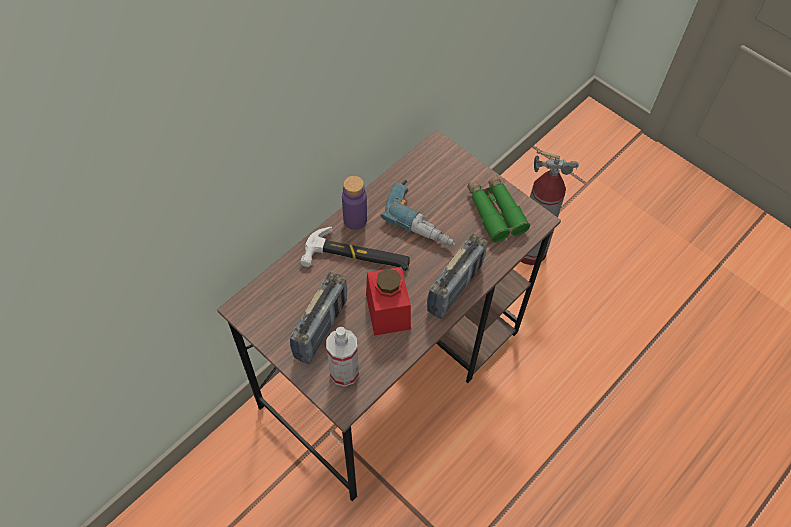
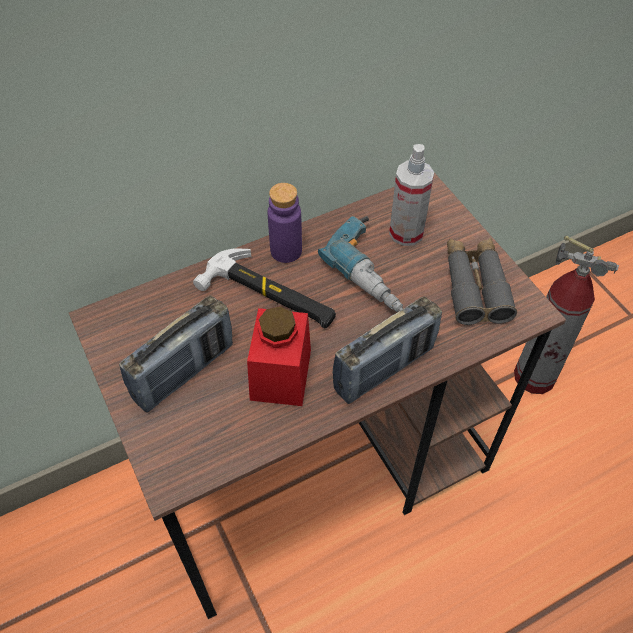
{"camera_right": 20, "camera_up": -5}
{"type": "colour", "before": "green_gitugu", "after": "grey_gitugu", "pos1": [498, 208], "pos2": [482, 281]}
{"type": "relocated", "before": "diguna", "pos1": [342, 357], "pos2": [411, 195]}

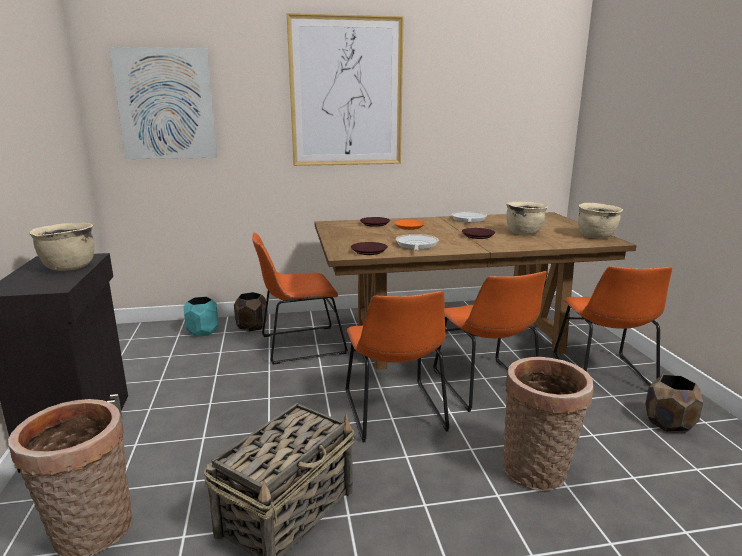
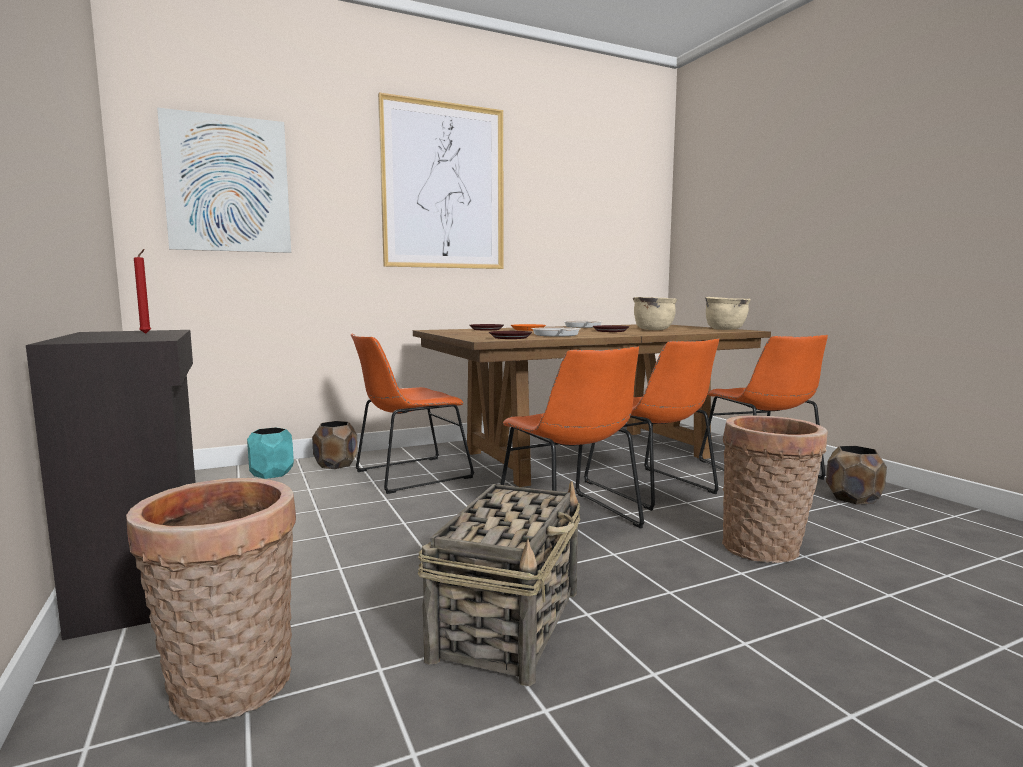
{"camera_right": -15, "camera_up": -10}
{"type": "exchanged", "before": "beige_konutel", "after": "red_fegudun", "pos1": [62, 247], "pos2": [142, 291]}

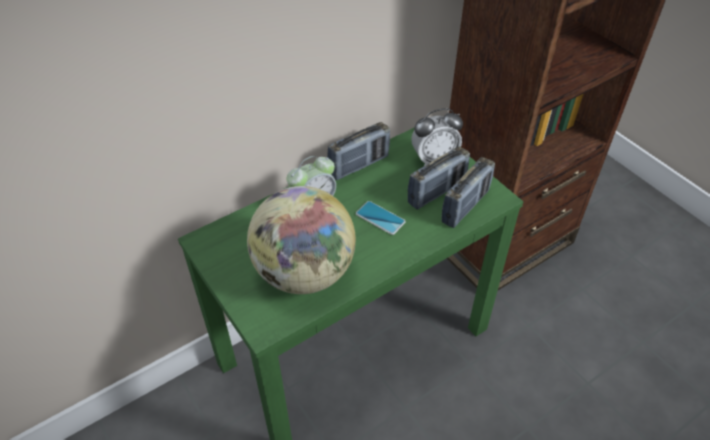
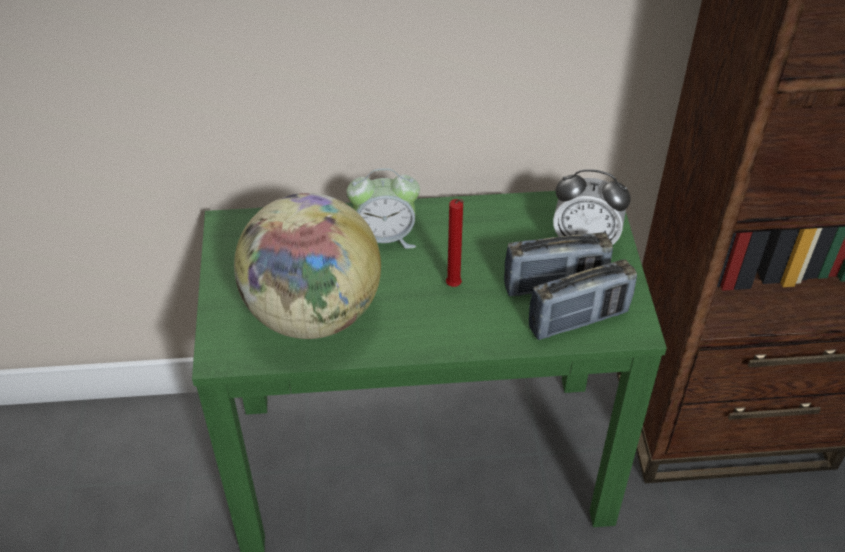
{"camera_right": 30, "camera_up": 0}
{"type": "missing", "before": "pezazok", "pos1": [358, 151]}
{"type": "exchanged", "before": "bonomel", "after": "red_fegudun", "pos1": [381, 218], "pos2": [455, 243]}

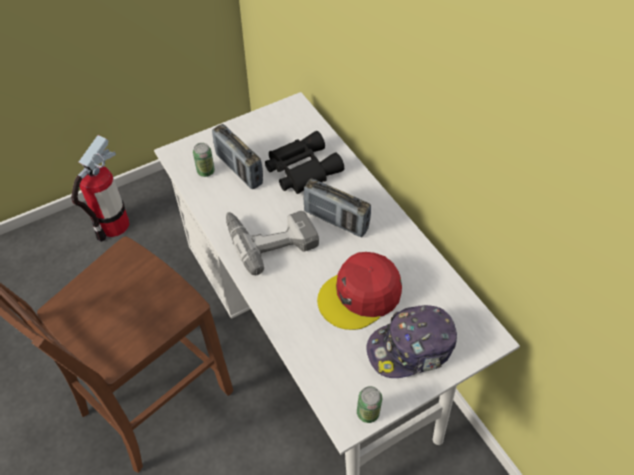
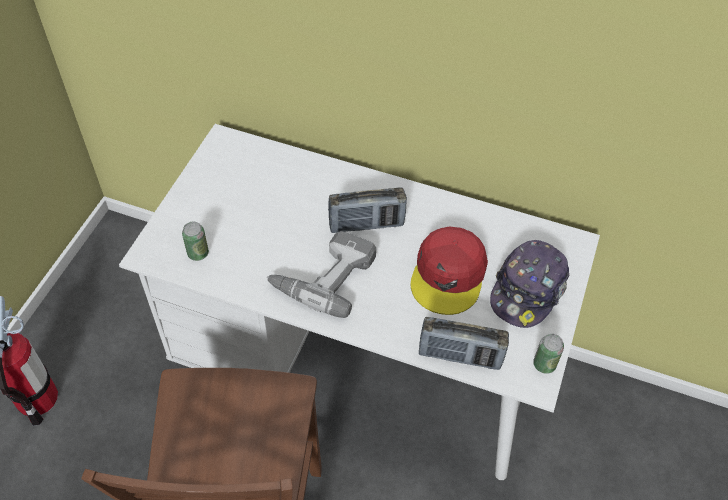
{"camera_right": -40, "camera_up": 0}
{"type": "relocated", "before": "pezazok", "pos1": [237, 156], "pos2": [464, 343]}
{"type": "missing", "before": "black_gitugu", "pos1": [304, 162]}

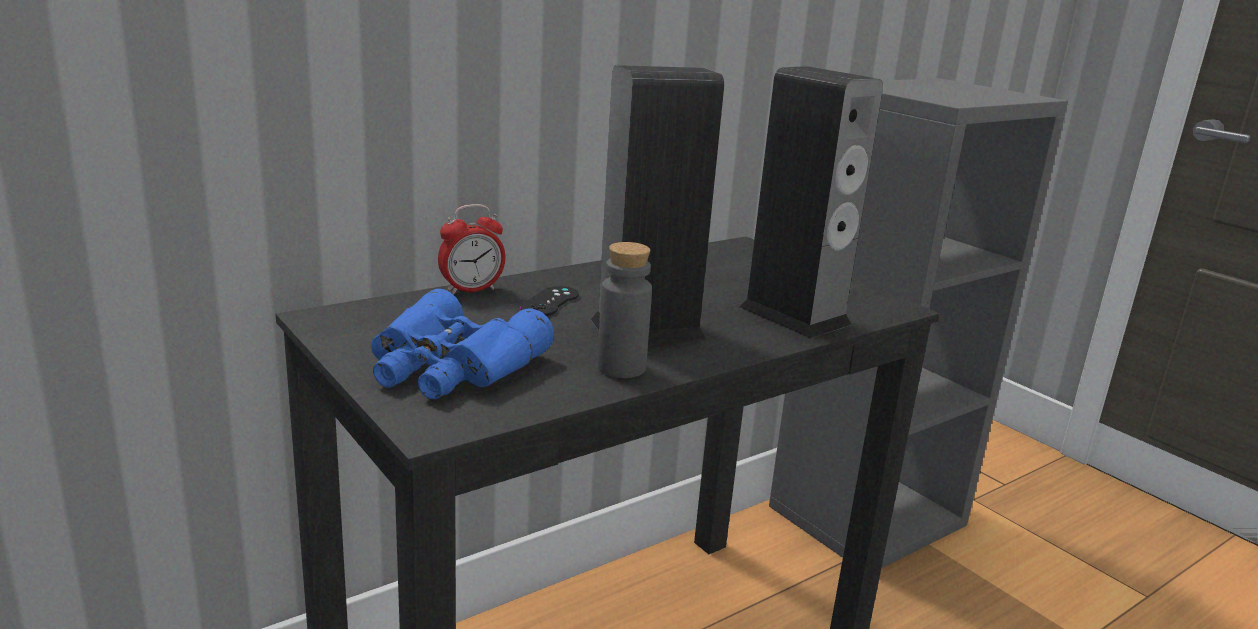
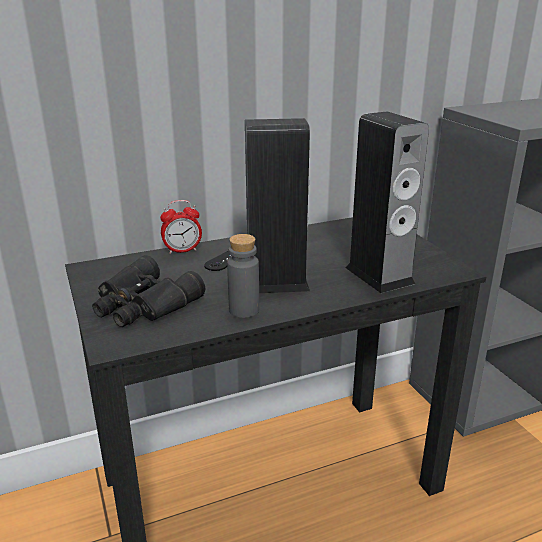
{"camera_right": 15, "camera_up": 5}
{"type": "colour", "before": "blue_gitugu", "after": "black_gitugu", "pos1": [462, 344], "pos2": [148, 291]}

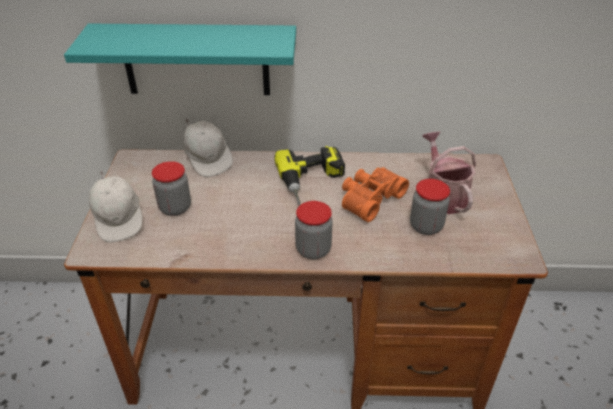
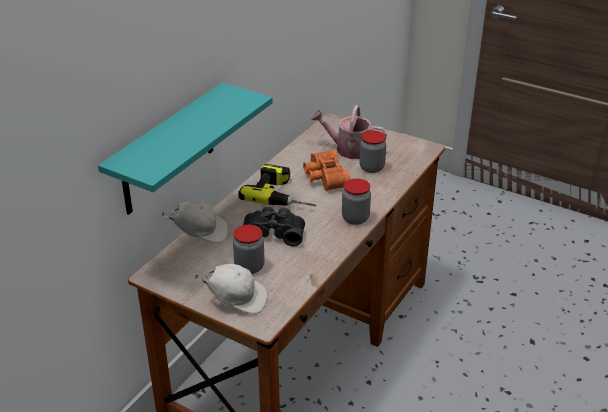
{"camera_right": -60, "camera_up": -5}
{"type": "appeared", "after": "black_gitugu", "pos2": [274, 226]}

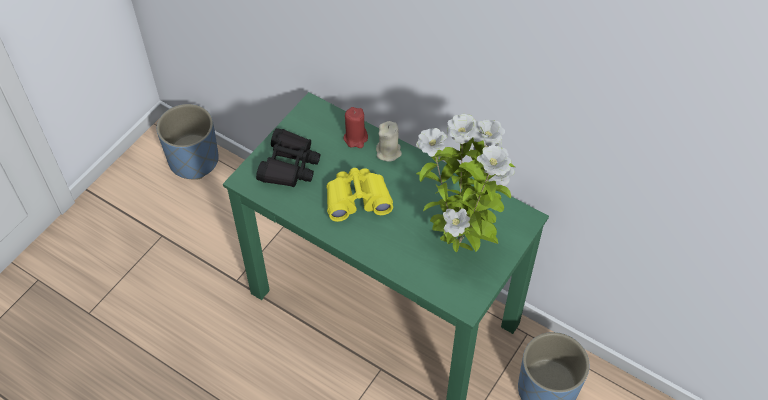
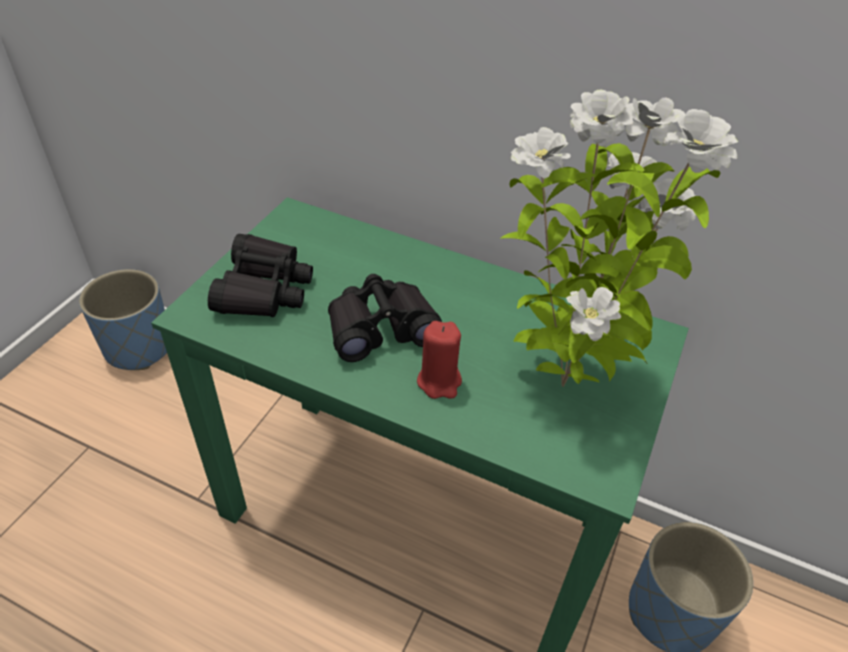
{"camera_right": -10, "camera_up": -10}
{"type": "relocated", "before": "red_fegudun", "pos1": [355, 127], "pos2": [439, 360]}
{"type": "missing", "before": "beige_fegudun", "pos1": [389, 141]}
{"type": "colour", "before": "yellow_gitugu", "after": "black_gitugu", "pos1": [359, 195], "pos2": [385, 318]}

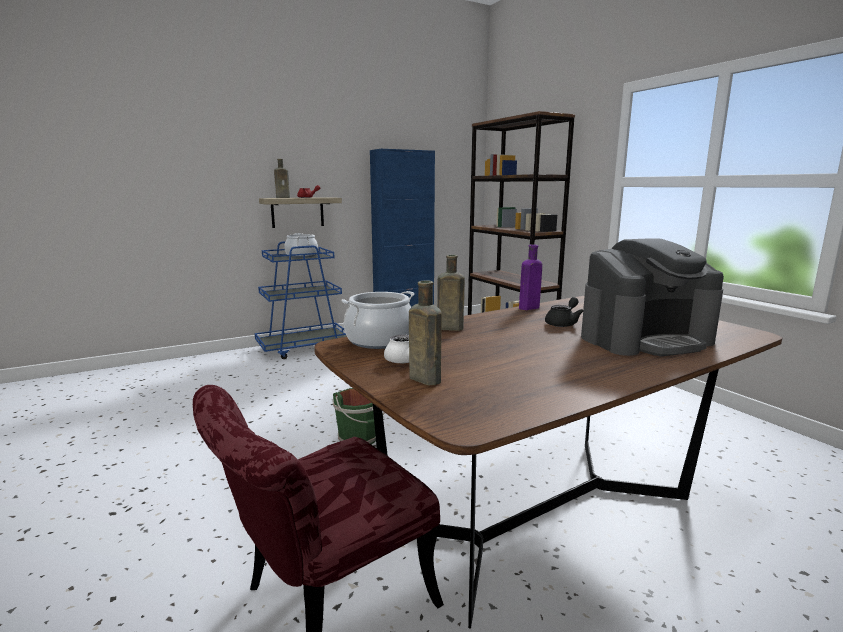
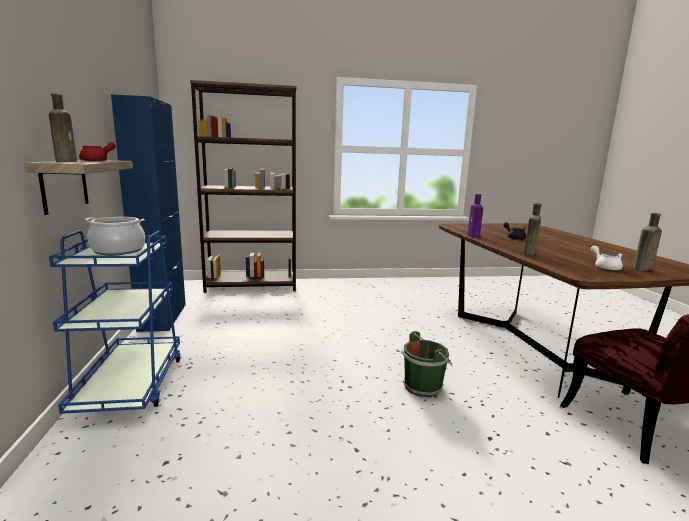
{"camera_right": -70, "camera_up": 0}
{"type": "missing", "before": "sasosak", "pos1": [652, 297]}
{"type": "missing", "before": "konutel", "pos1": [378, 320]}

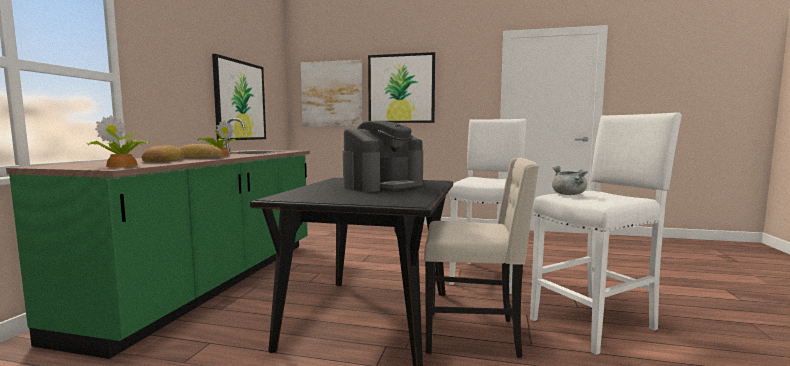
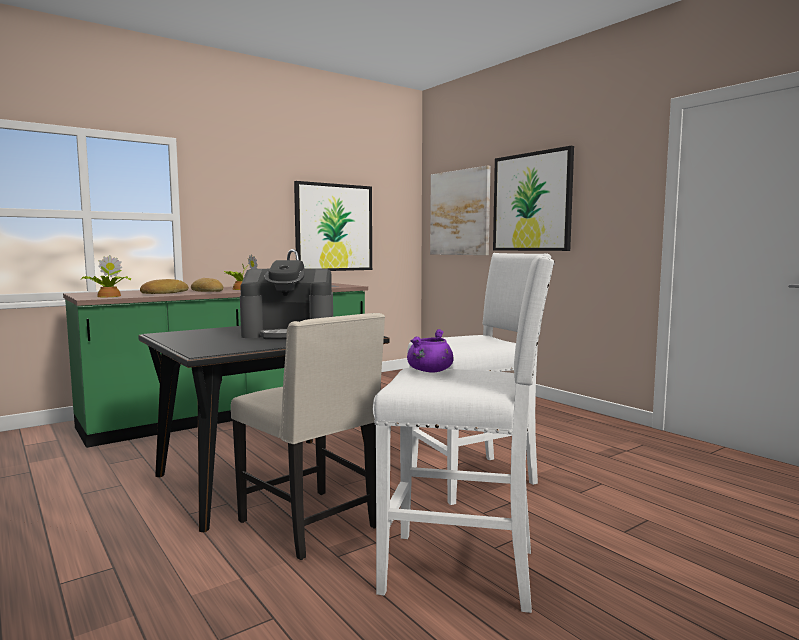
{"camera_right": 40, "camera_up": 0}
{"type": "colour", "before": "grey_konutel", "after": "purple_konutel", "pos1": [570, 180], "pos2": [430, 350]}

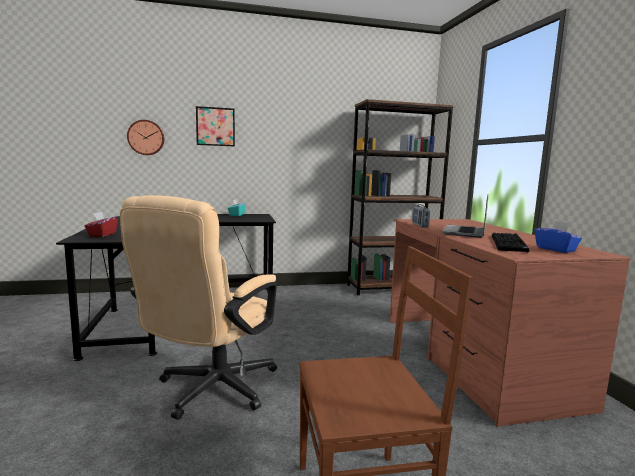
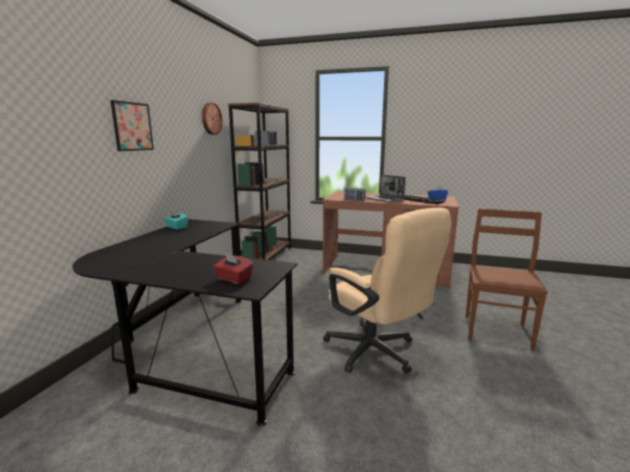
{"camera_right": -60, "camera_up": 5}
{"type": "relocated", "before": "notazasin", "pos1": [145, 137], "pos2": [212, 119]}

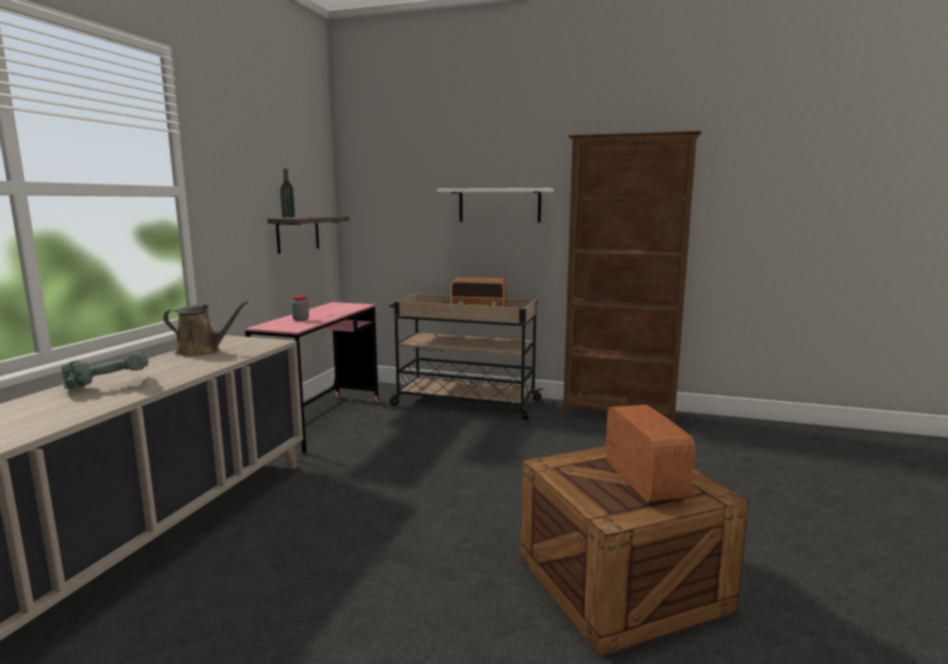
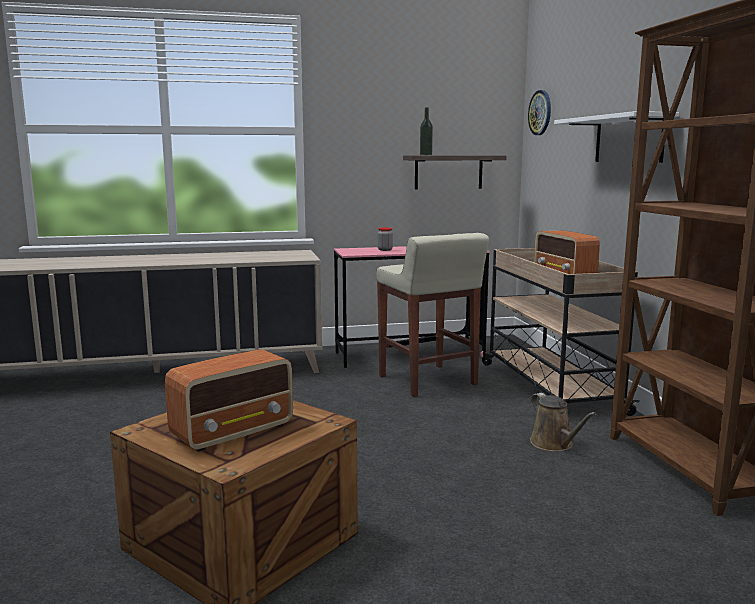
{"camera_right": 60, "camera_up": 0}
{"type": "relocated", "before": "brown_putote", "pos1": [205, 328], "pos2": [563, 422]}
{"type": "missing", "before": "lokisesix", "pos1": [105, 370]}
{"type": "appeared", "after": "notazasin", "pos2": [539, 112]}
{"type": "appeared", "after": "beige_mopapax", "pos2": [432, 315]}

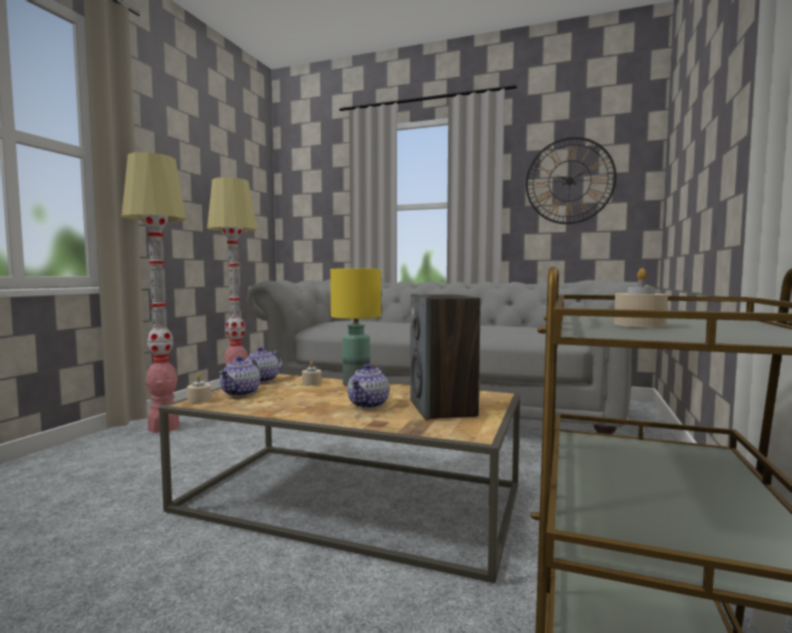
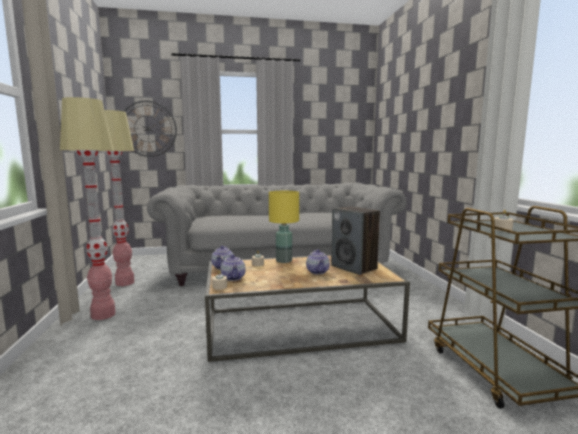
{"camera_right": -30, "camera_up": 5}
{"type": "relocated", "before": "notazasin", "pos1": [571, 180], "pos2": [150, 128]}

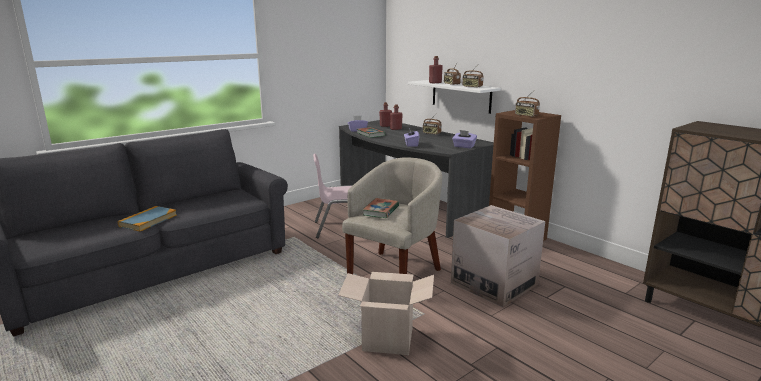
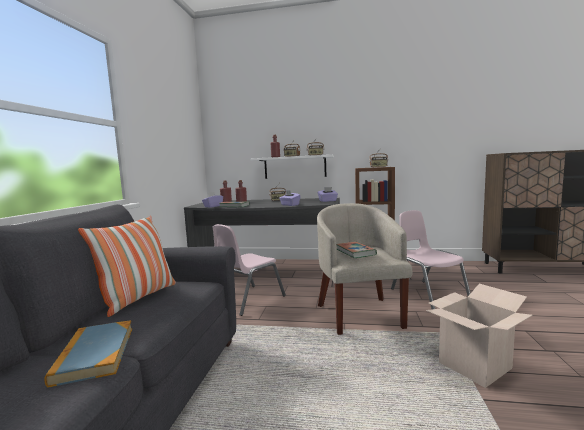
{"camera_right": -40, "camera_up": -10}
{"type": "exchanged", "before": "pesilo", "after": "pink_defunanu", "pos1": [498, 256], "pos2": [431, 259]}
{"type": "appeared", "after": "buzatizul", "pos2": [127, 266]}

